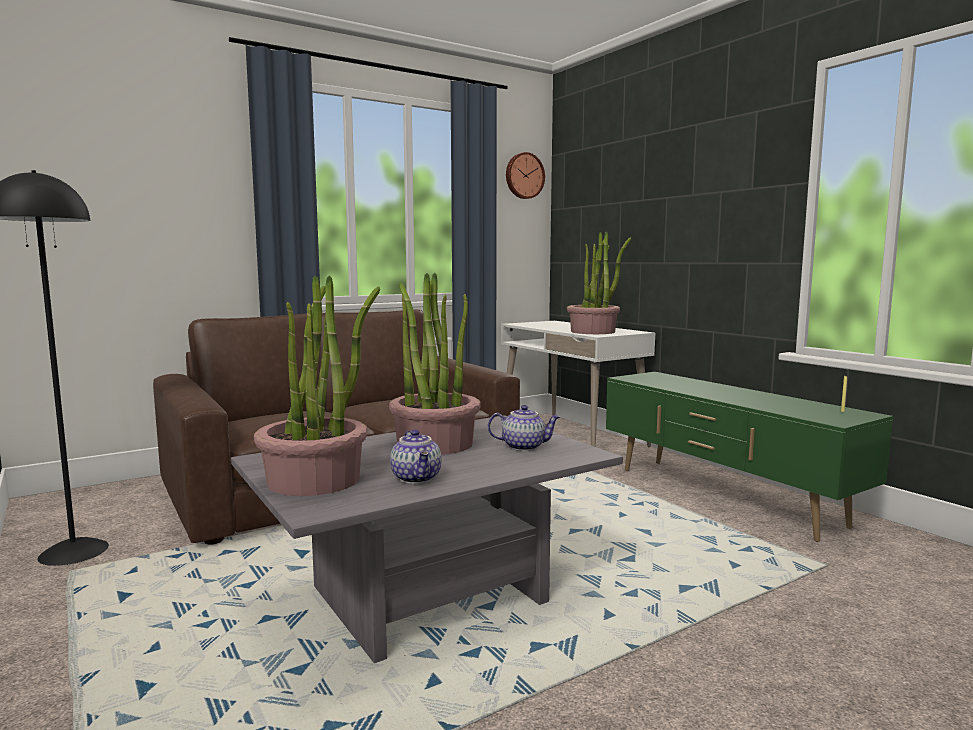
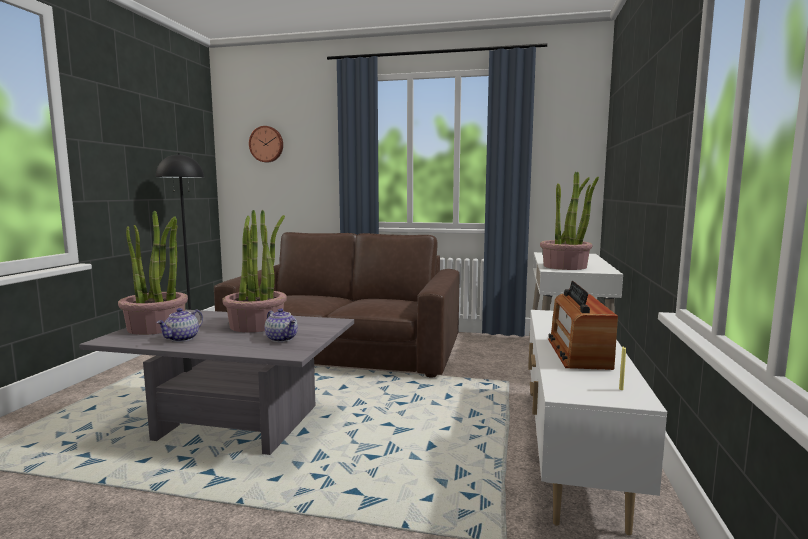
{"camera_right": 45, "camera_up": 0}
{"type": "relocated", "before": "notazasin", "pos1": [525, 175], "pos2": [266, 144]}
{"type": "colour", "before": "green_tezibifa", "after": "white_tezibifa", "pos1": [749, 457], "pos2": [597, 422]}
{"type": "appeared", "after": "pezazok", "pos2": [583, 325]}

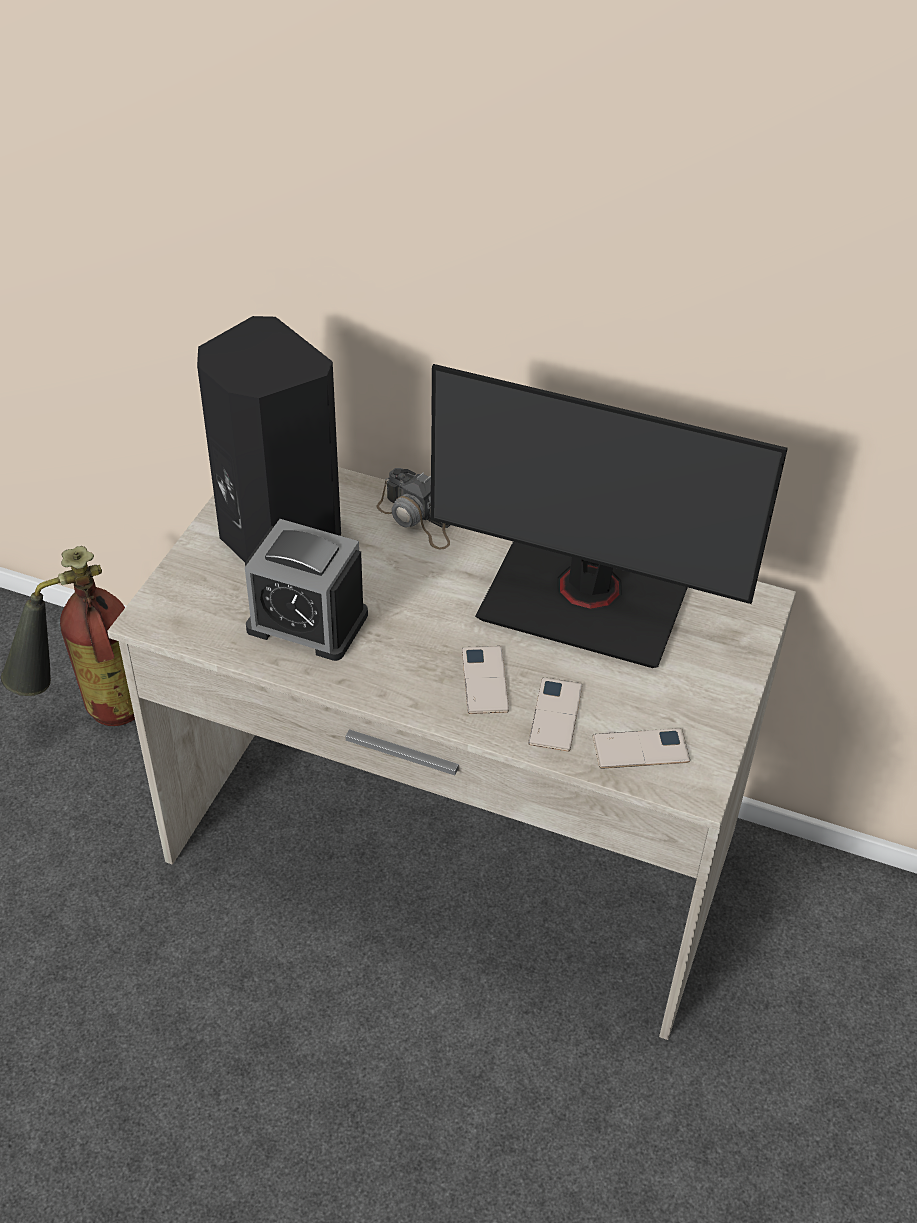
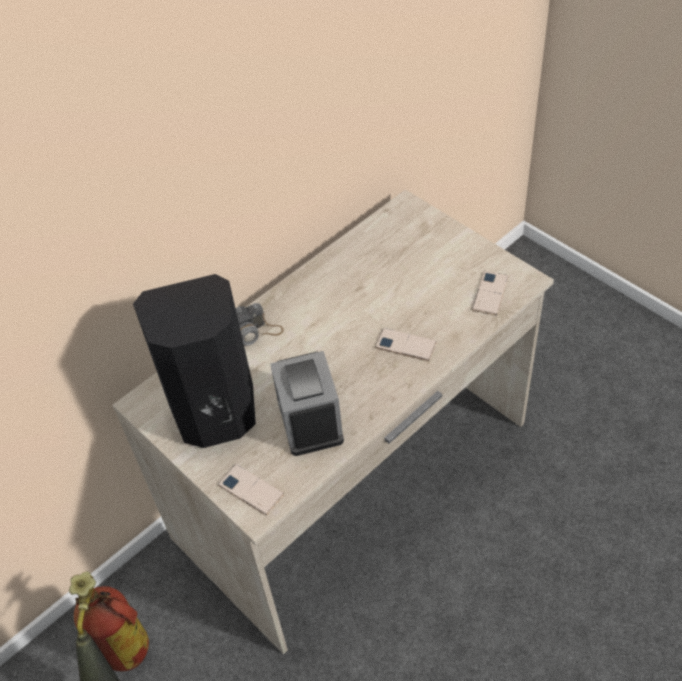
{"camera_right": -60, "camera_up": 5}
{"type": "missing", "before": "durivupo", "pos1": [609, 516]}
{"type": "spun", "before": "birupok", "pos1": [306, 590], "pos2": [307, 403], "turn": 120}
{"type": "relocated", "before": "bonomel", "pos1": [555, 714], "pos2": [251, 489]}

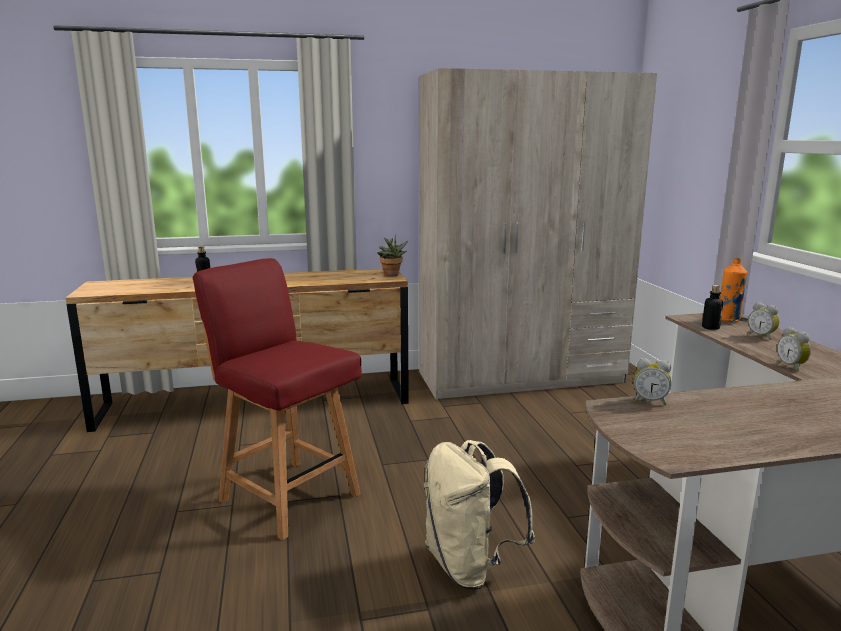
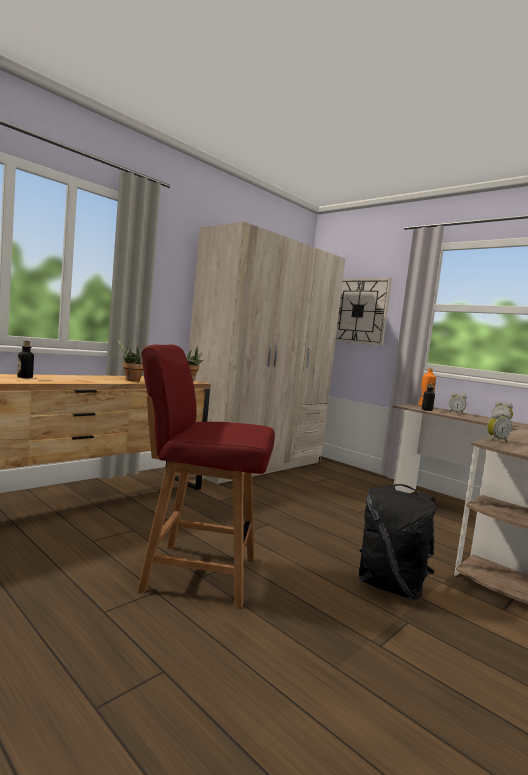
{"camera_right": -35, "camera_up": -10}
{"type": "colour", "before": "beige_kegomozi", "after": "black_kegomozi", "pos1": [479, 515], "pos2": [397, 542]}
{"type": "appeared", "after": "notazasin", "pos2": [363, 312]}
{"type": "appeared", "after": "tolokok", "pos2": [130, 360]}

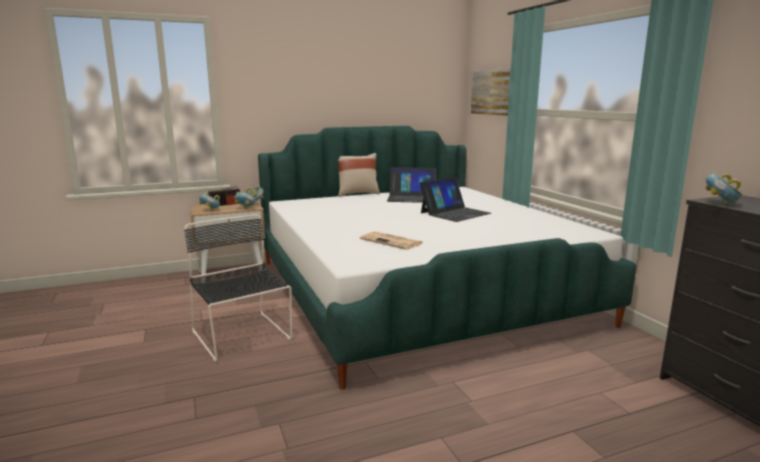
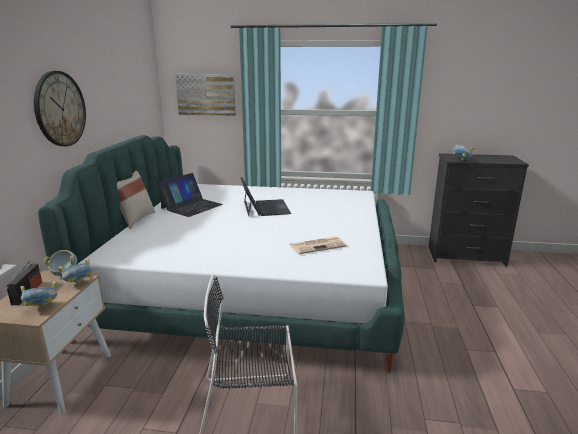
{"camera_right": -60, "camera_up": 5}
{"type": "appeared", "after": "notazasin", "pos2": [60, 108]}

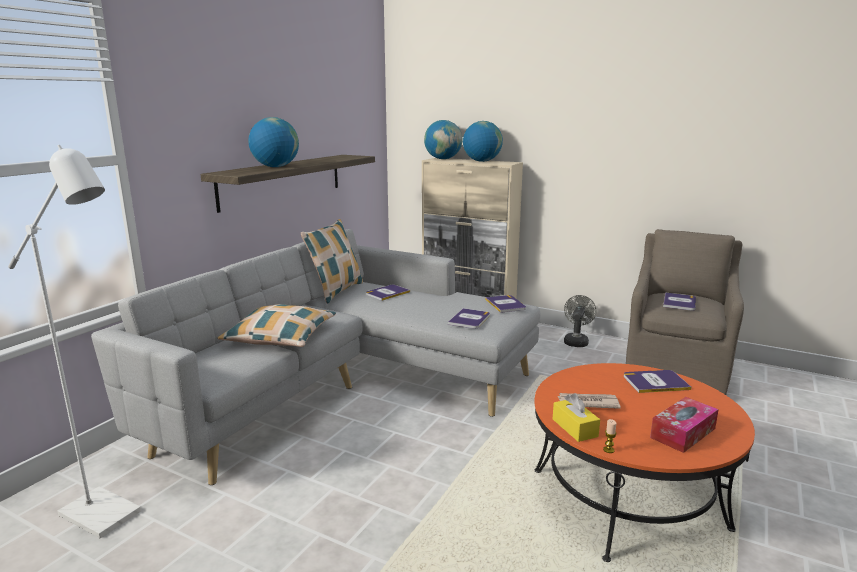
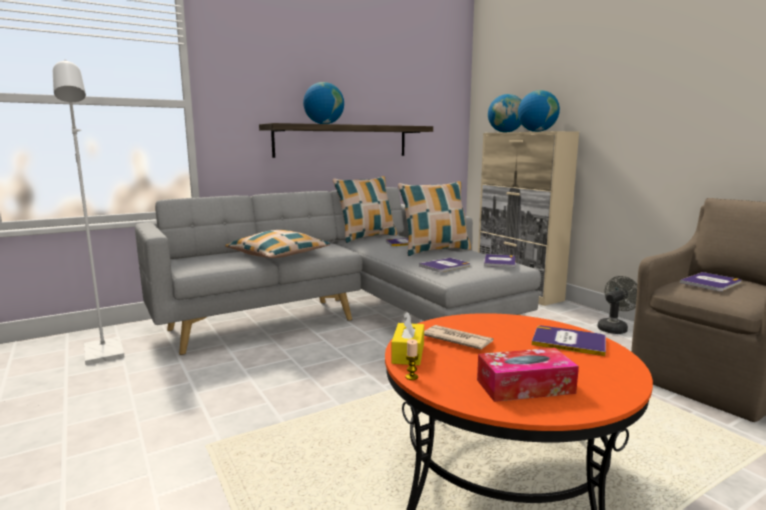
{"camera_right": 30, "camera_up": -5}
{"type": "appeared", "after": "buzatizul", "pos2": [434, 218]}

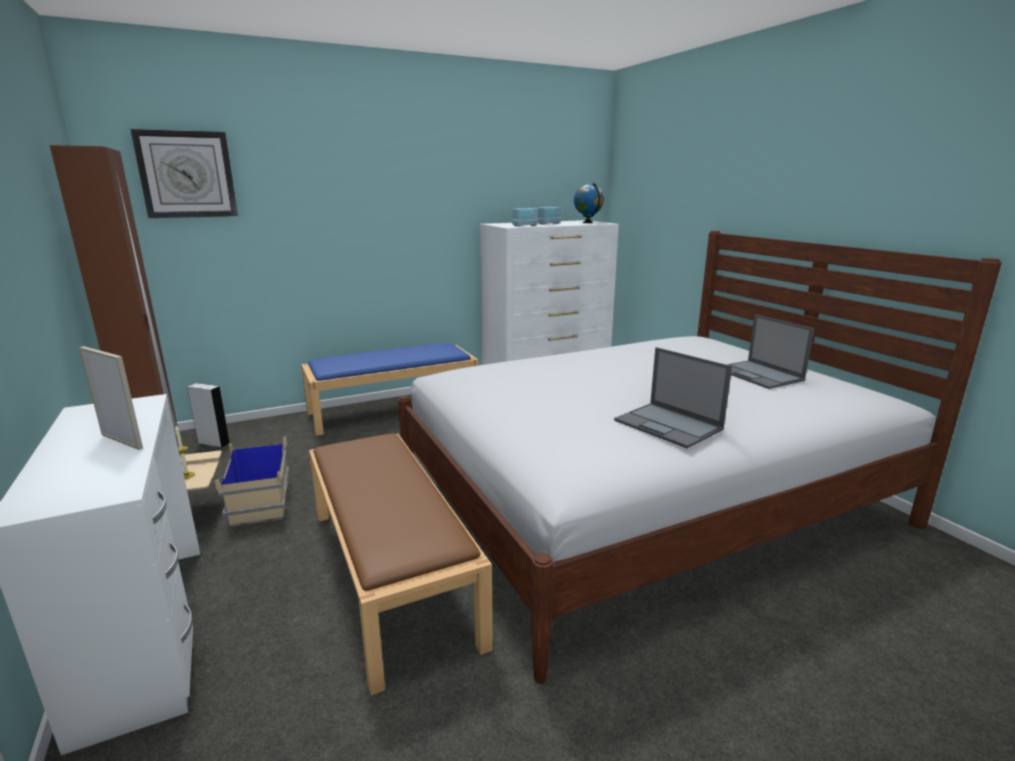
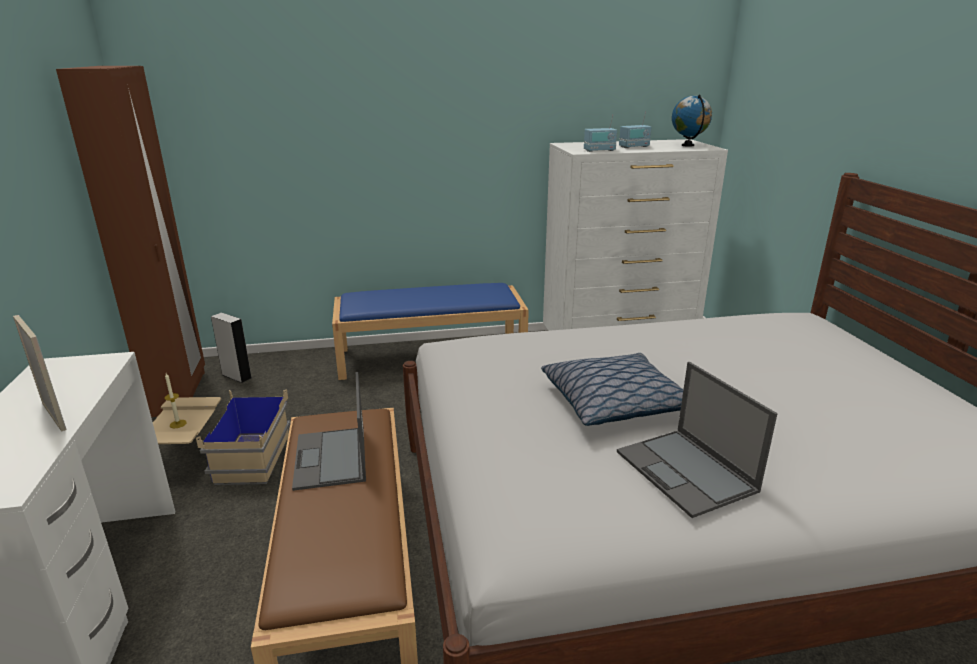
{"camera_right": 15, "camera_up": 5}
{"type": "missing", "before": "notazasin", "pos1": [184, 173]}
{"type": "relocated", "before": "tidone", "pos1": [770, 351], "pos2": [329, 431]}
{"type": "appeared", "after": "buzatizul", "pos2": [612, 389]}

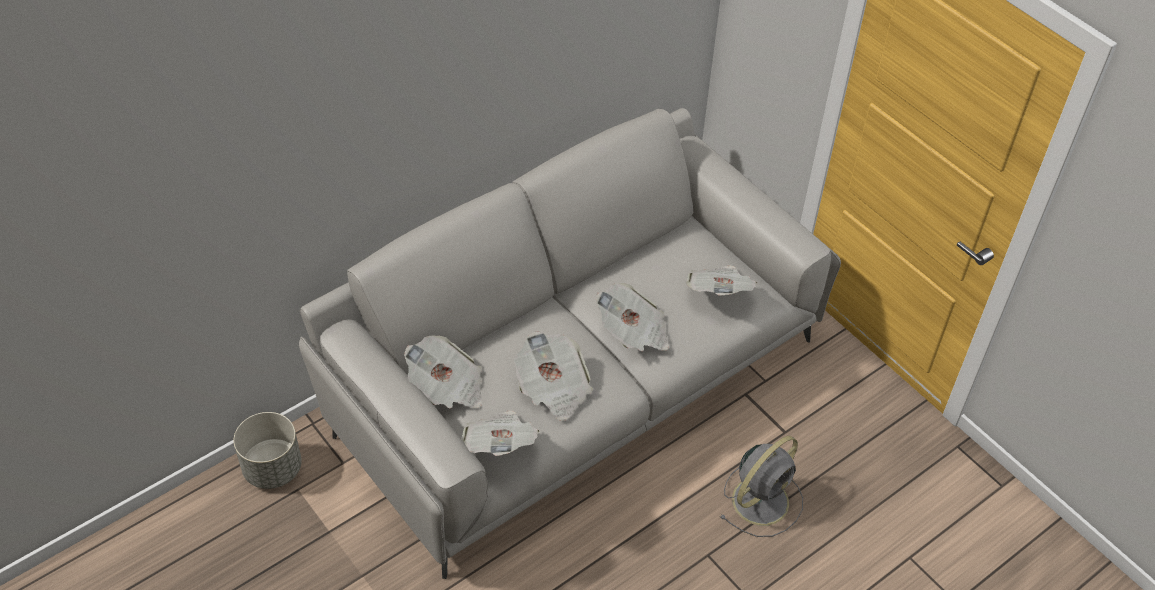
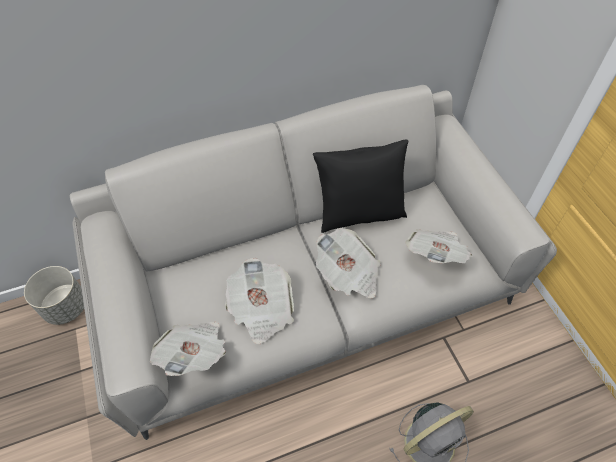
{"camera_right": 20, "camera_up": 5}
{"type": "missing", "before": "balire", "pos1": [443, 372]}
{"type": "appeared", "after": "black_buzatizul", "pos2": [361, 186]}

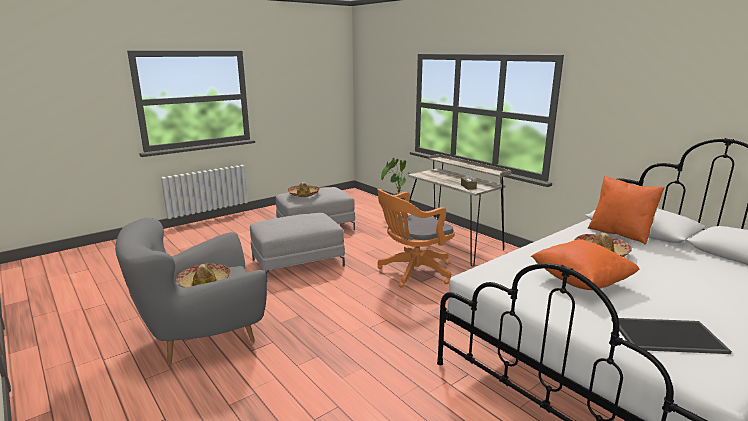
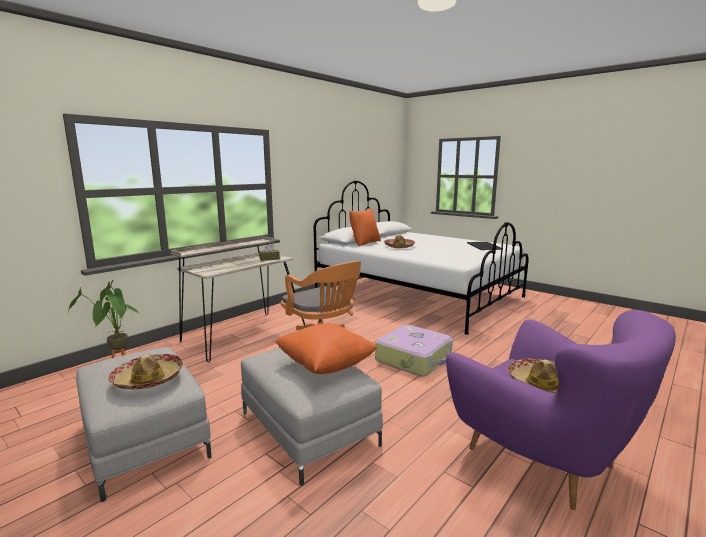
{"camera_right": -100, "camera_up": -5}
{"type": "colour", "before": "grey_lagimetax", "after": "purple_lagimetax", "pos1": [191, 291], "pos2": [561, 410]}
{"type": "relocated", "before": "orange_buzatizul", "pos1": [585, 264], "pos2": [326, 348]}
{"type": "appeared", "after": "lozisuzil", "pos2": [414, 350]}

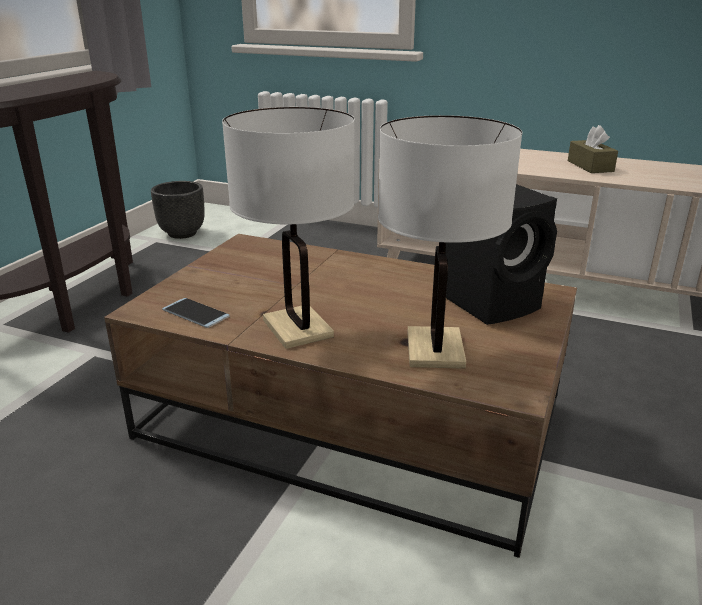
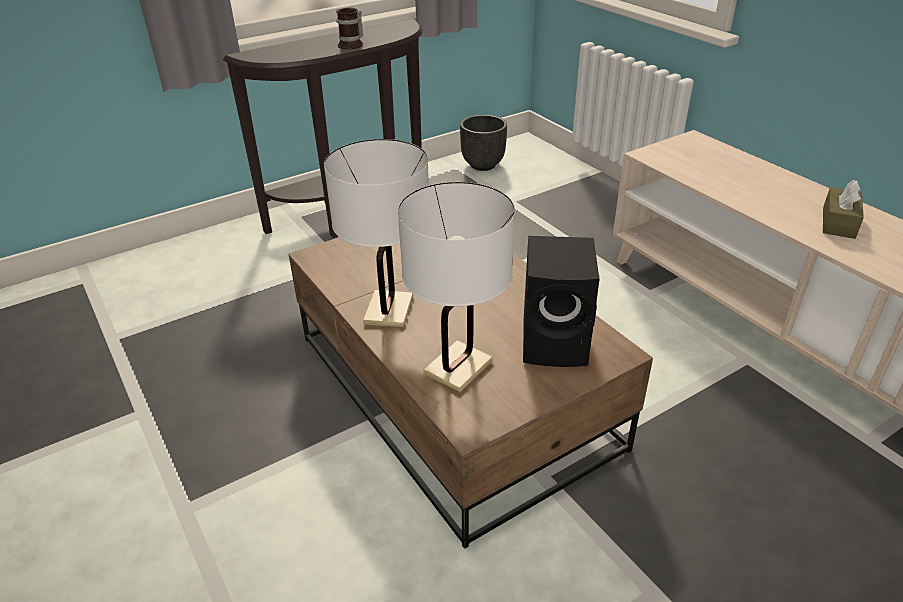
{"camera_right": 35, "camera_up": 10}
{"type": "missing", "before": "bonomel", "pos1": [196, 313]}
{"type": "appeared", "after": "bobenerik", "pos2": [349, 28]}

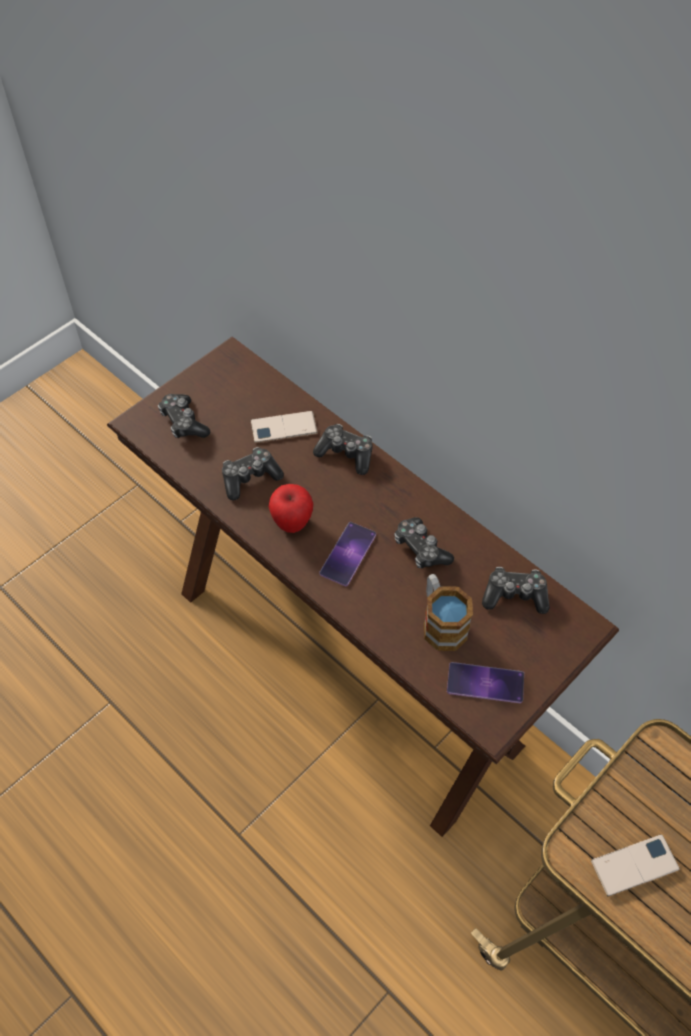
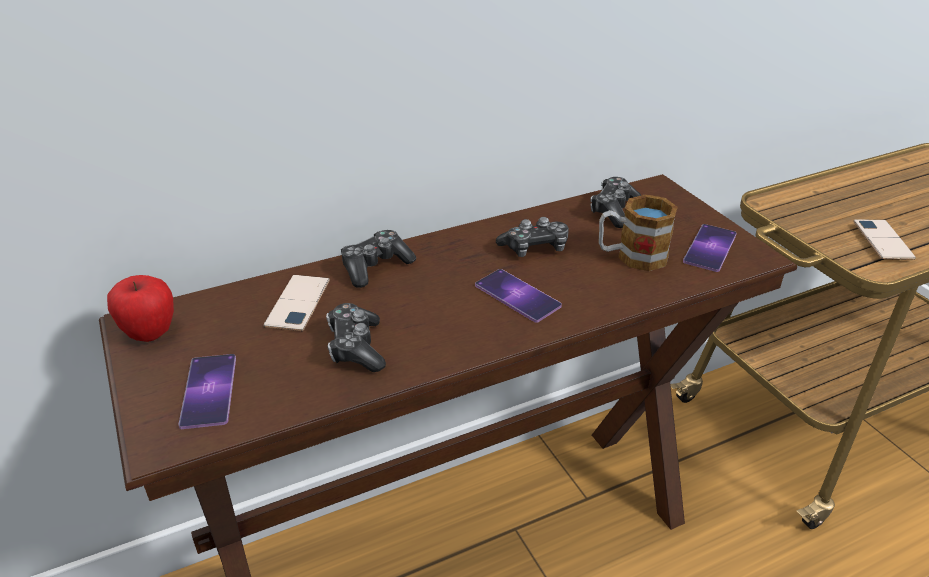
{"camera_right": -70, "camera_up": -20}
{"type": "exchanged", "before": "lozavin", "after": "bonomel", "pos1": [184, 416], "pos2": [207, 391]}
{"type": "relocated", "before": "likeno", "pos1": [290, 508], "pos2": [140, 308]}

